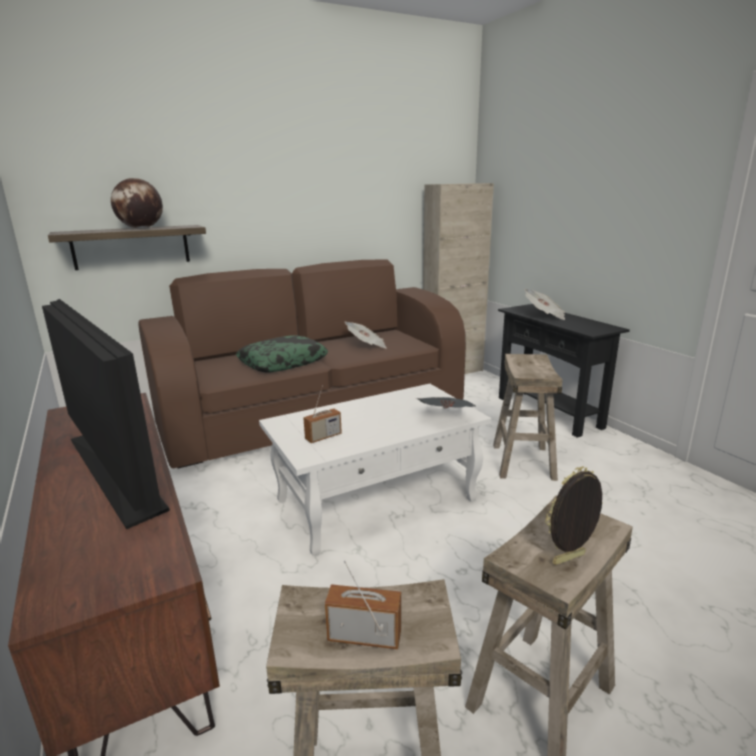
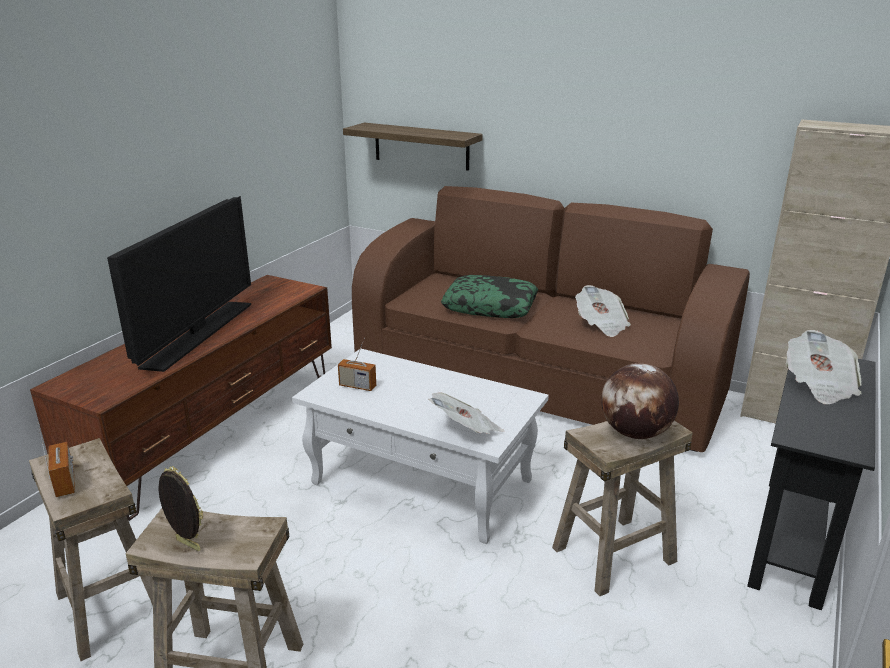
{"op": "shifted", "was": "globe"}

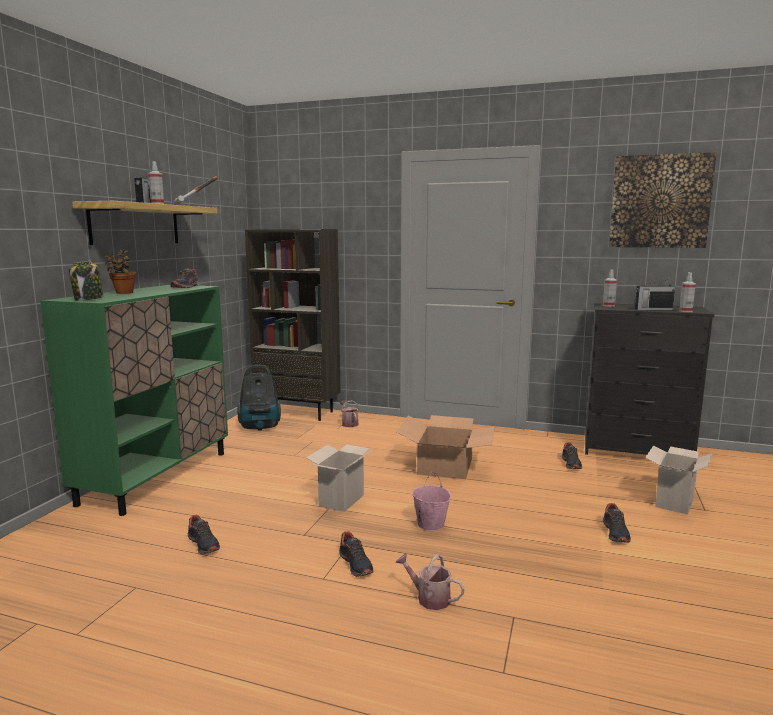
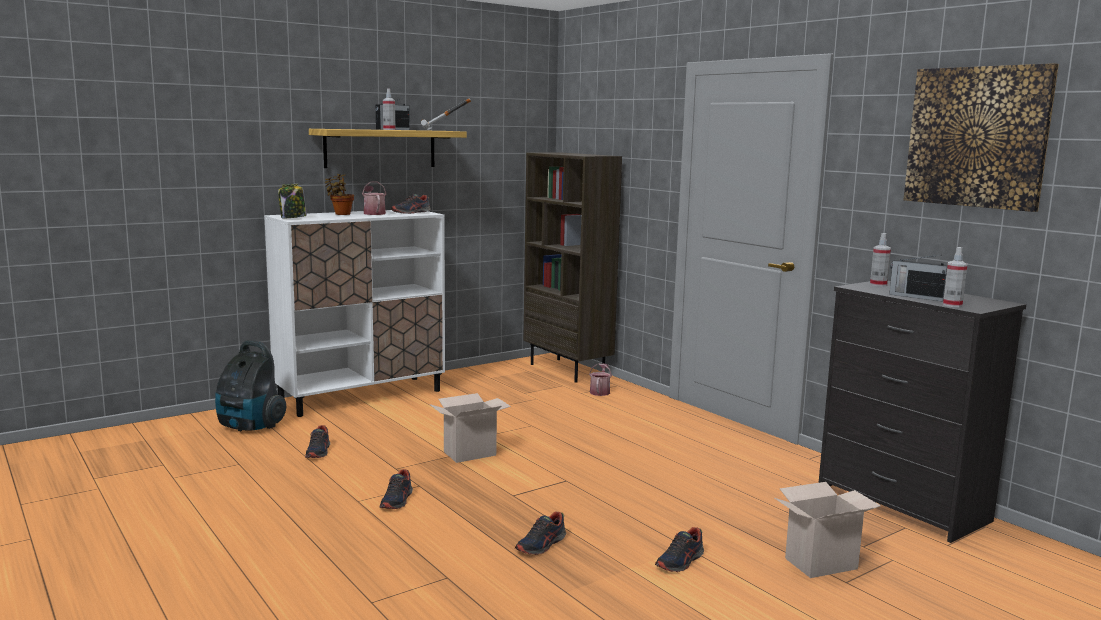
{"op": "gone", "was": "carton (no. 2 from left)"}
{"op": "gone", "was": "seau [rose]"}
{"op": "shifted", "was": "aspirateur"}
{"op": "shifted", "was": "arrosoir (no. 2 from left in the first image)", "now": "arrosoir (no. 1 from left)"}
{"op": "shifted", "was": "chaussure (no. 4 from left)"}
{"op": "repainted", "was": "meuble de rangement [vert]", "now": "meuble de rangement [blanc]"}

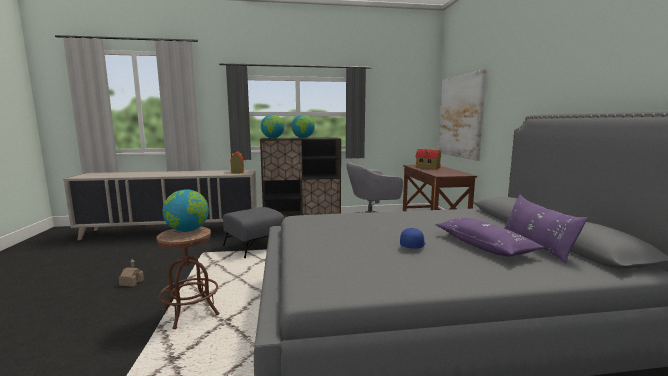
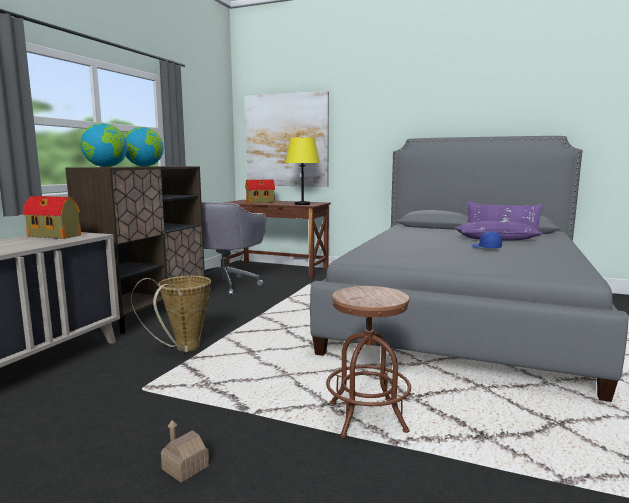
{"op": "gone", "was": "globe (no. 1 from left)"}
{"op": "new", "now": "lampe de table [jaune]"}
{"op": "swapped", "was": "pouf [gris]", "now": "panier"}

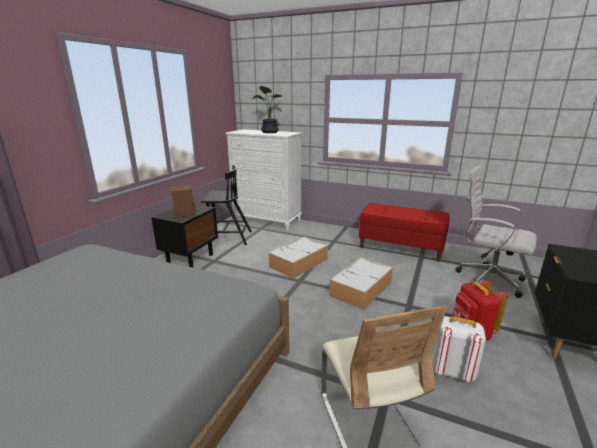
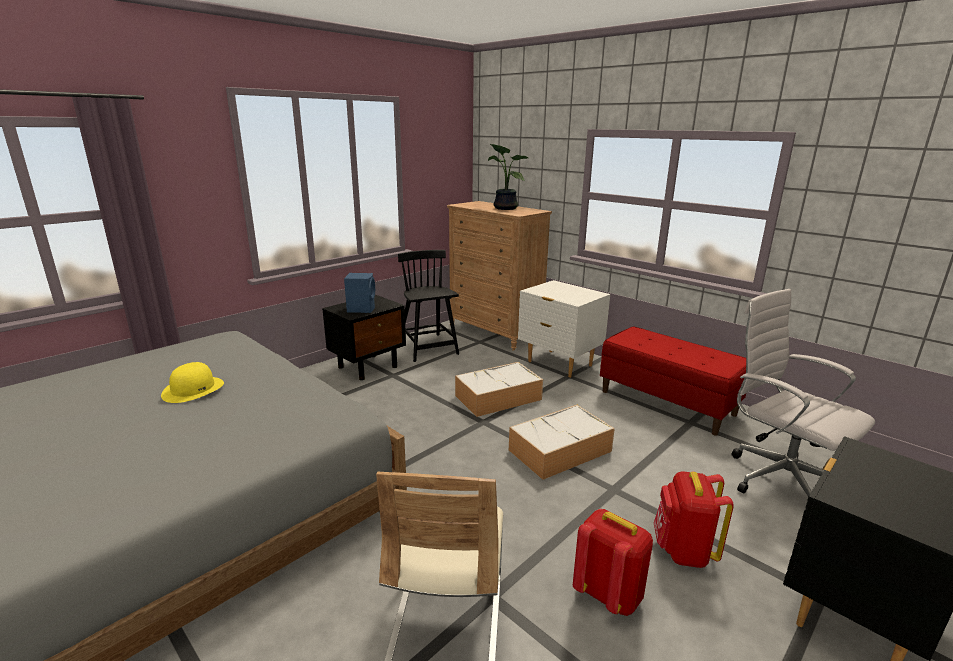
{"op": "new", "now": "chapeau [jaune]"}
{"op": "new", "now": "table de chevet [blanc]"}
{"op": "repainted", "was": "enceinte [marron]", "now": "enceinte [bleu]"}
{"op": "repainted", "was": "commode [blanc]", "now": "commode [marron]"}
{"op": "repainted", "was": "sac à dos [blanc]", "now": "sac à dos [rouge] (no. 1 from left)"}
{"op": "rotated", "was": "chaise [noir]", "clockwise": -135}

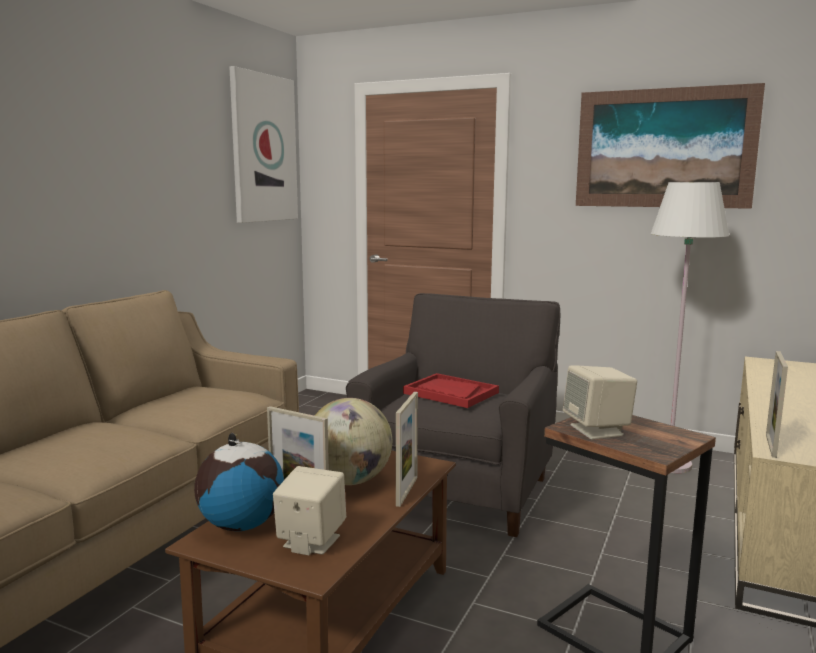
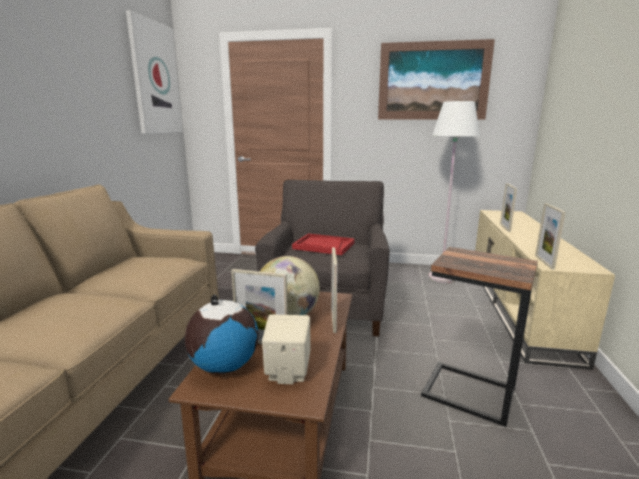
{"op": "gone", "was": "enceinte [beige] (no. 2 from left)"}
{"op": "new", "now": "cadre photo (no. 3 from left)"}

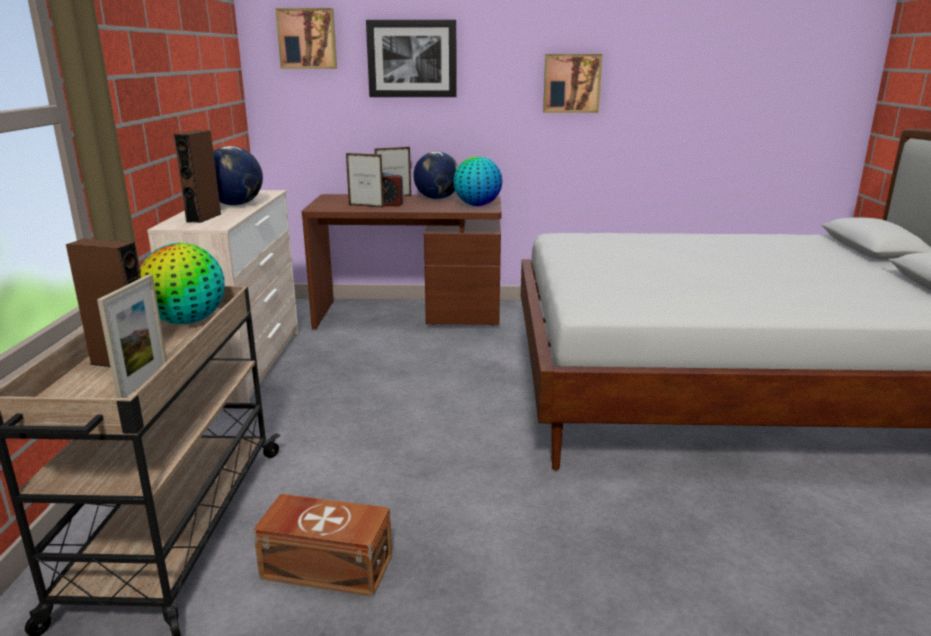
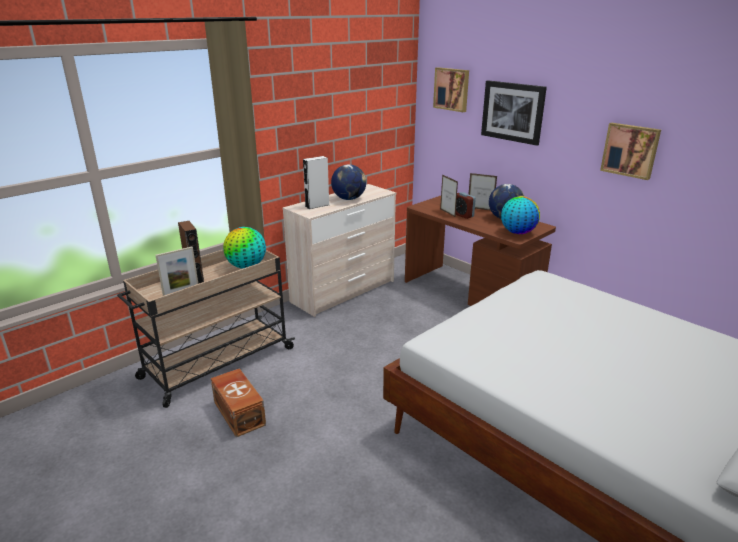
{"op": "repainted", "was": "enceinte [marron] (no. 2 from left)", "now": "enceinte [blanc]"}

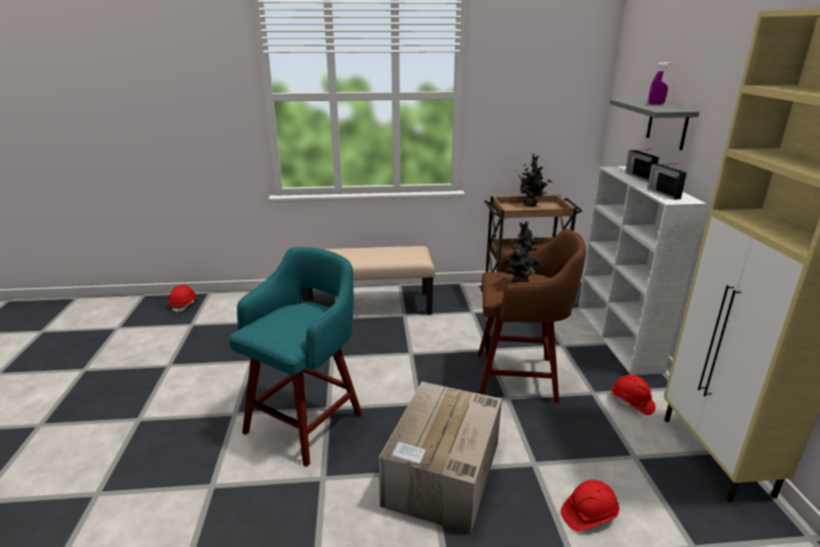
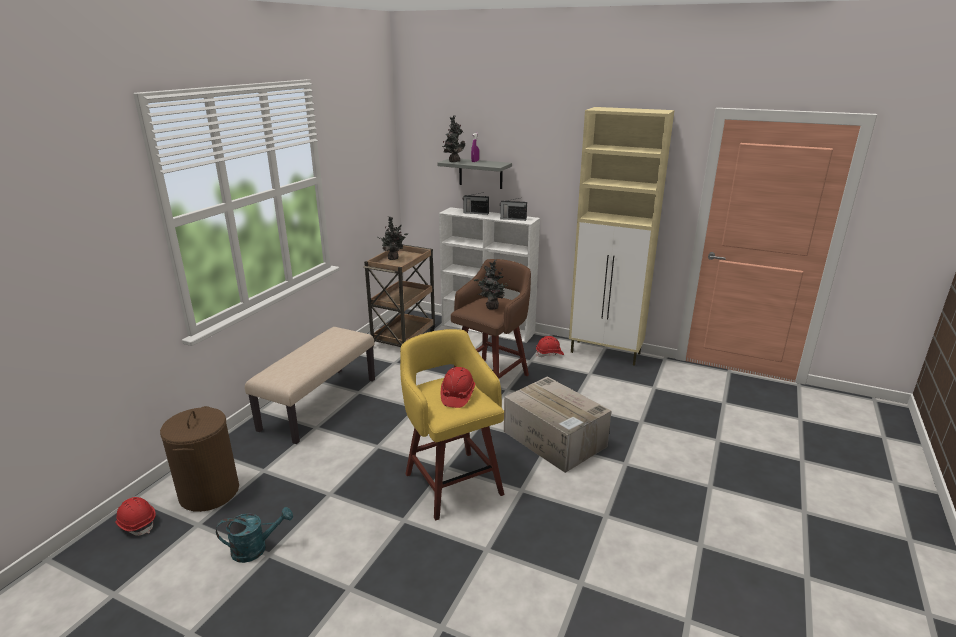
{"op": "new", "now": "panier à linge [marron]"}
{"op": "new", "now": "arrosoir [turquoise]"}
{"op": "new", "now": "plante en pot (no. 2 from left)"}
{"op": "shifted", "was": "casque de chantier [rouge] (no. 2 from left)"}
{"op": "repainted", "was": "tabouret [turquoise]", "now": "tabouret [jaune]"}

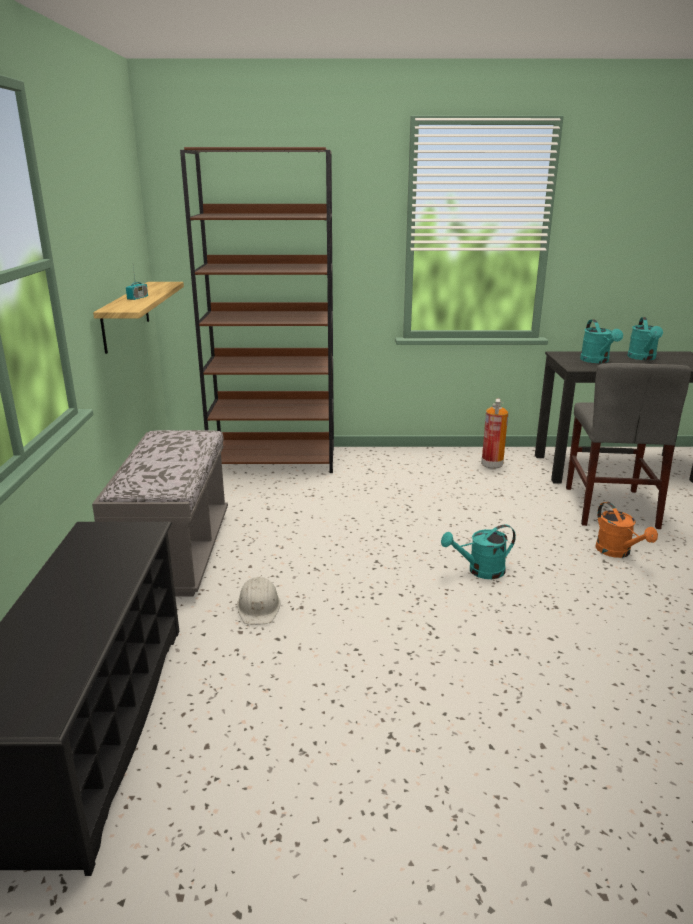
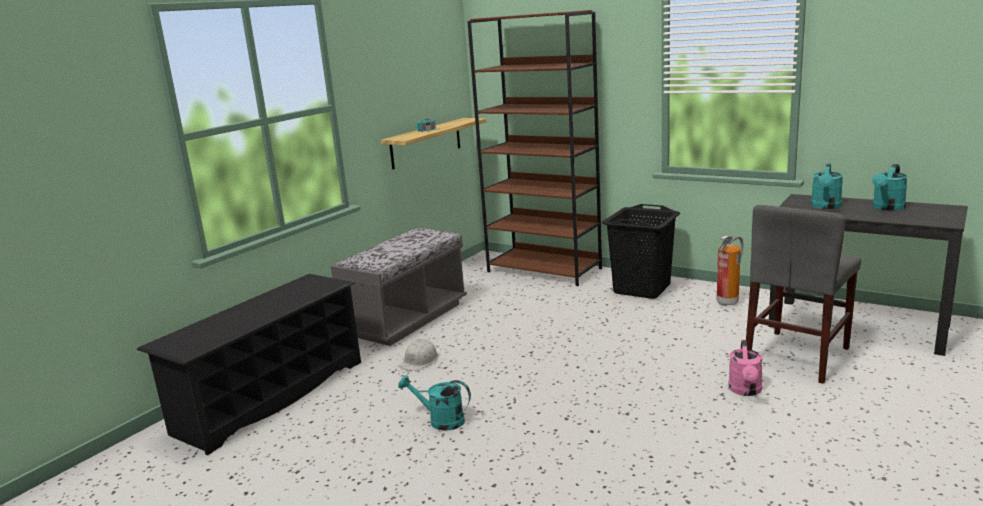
{"op": "new", "now": "panier à linge [noir]"}
{"op": "shifted", "was": "arrosoir [turquoise] (no. 1 from left)"}
{"op": "repainted", "was": "arrosoir [orange]", "now": "arrosoir [rose]"}

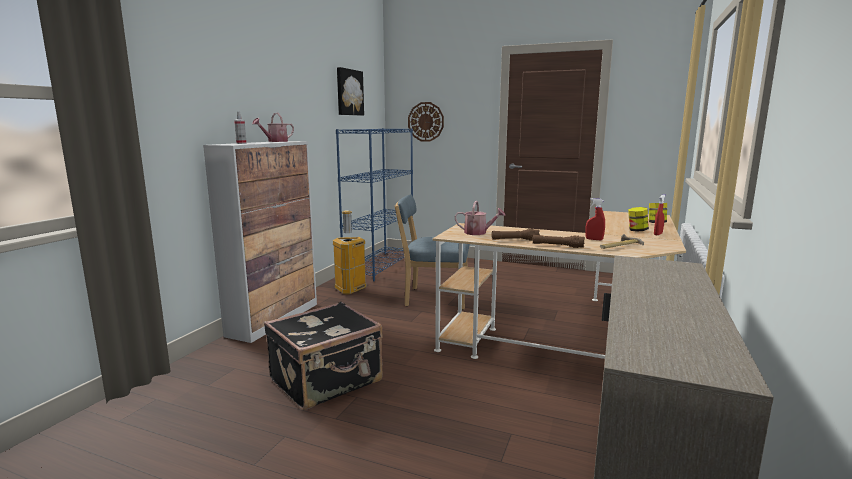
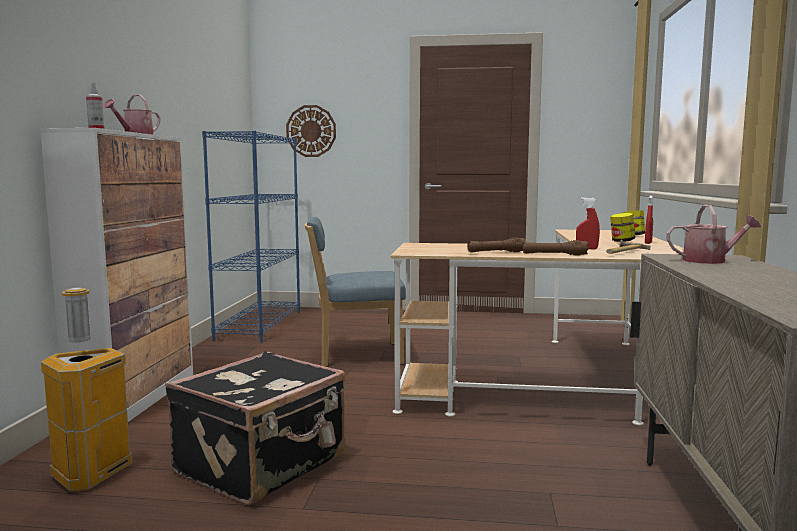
{"op": "gone", "was": "tableau"}
{"op": "shifted", "was": "poubelle"}
{"op": "shifted", "was": "arrosoir (no. 2 from left)"}

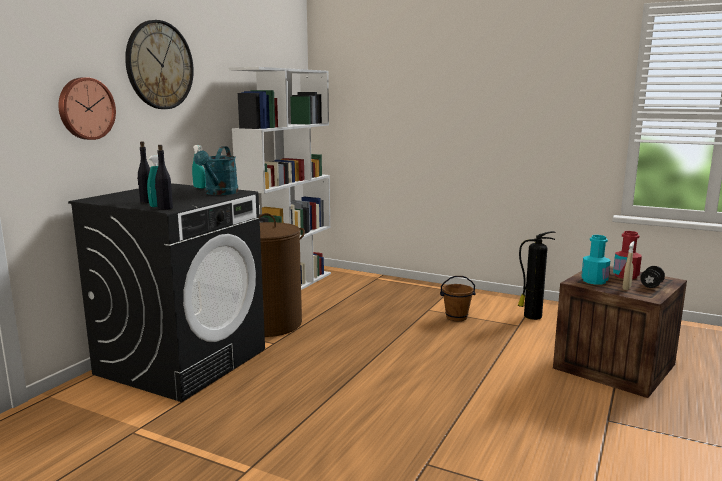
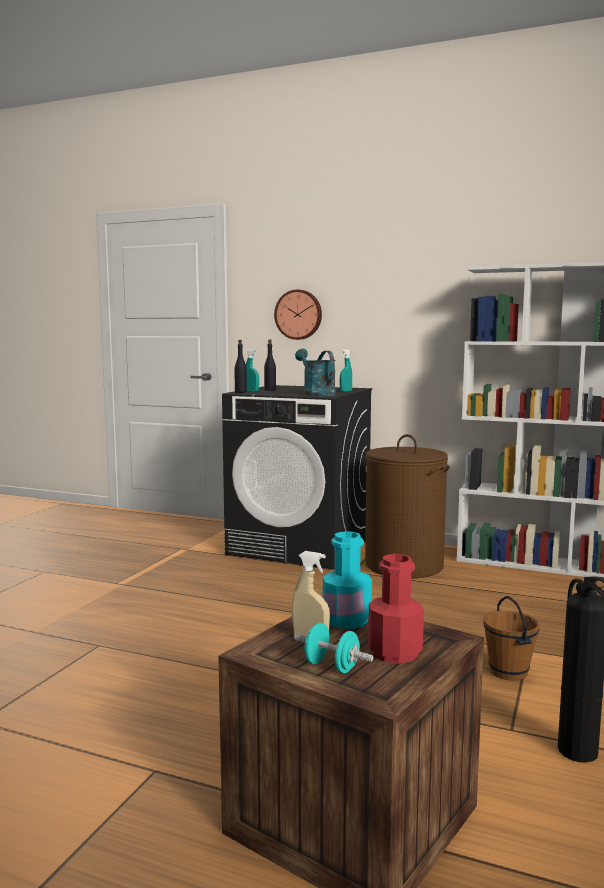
{"op": "gone", "was": "horloge murale (no. 2 from left)"}
{"op": "repainted", "was": "haltère [noir]", "now": "haltère [turquoise]"}
{"op": "rotated", "was": "arrosoir [turquoise]", "clockwise": 60}

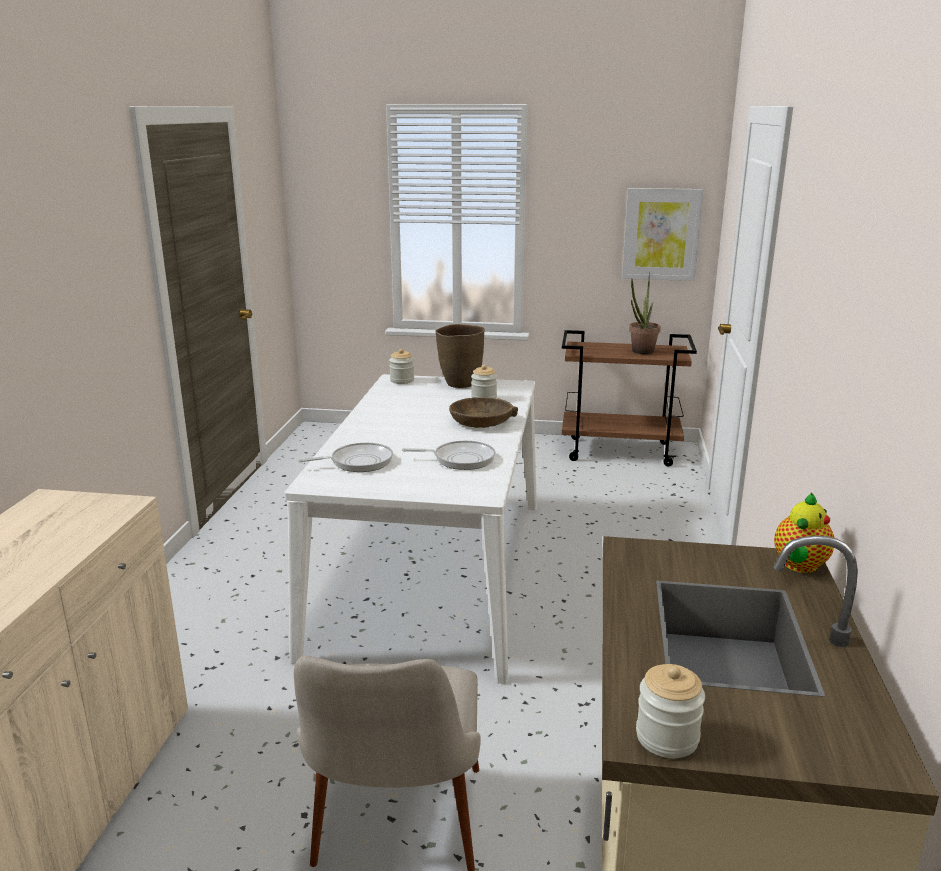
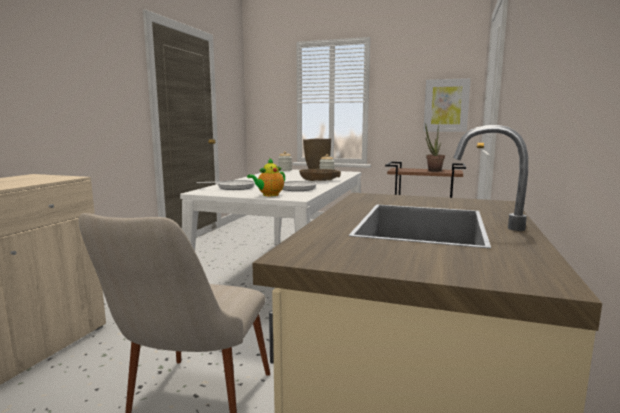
{"op": "gone", "was": "bocal (no. 3 from left)"}
{"op": "shifted", "was": "théière"}

